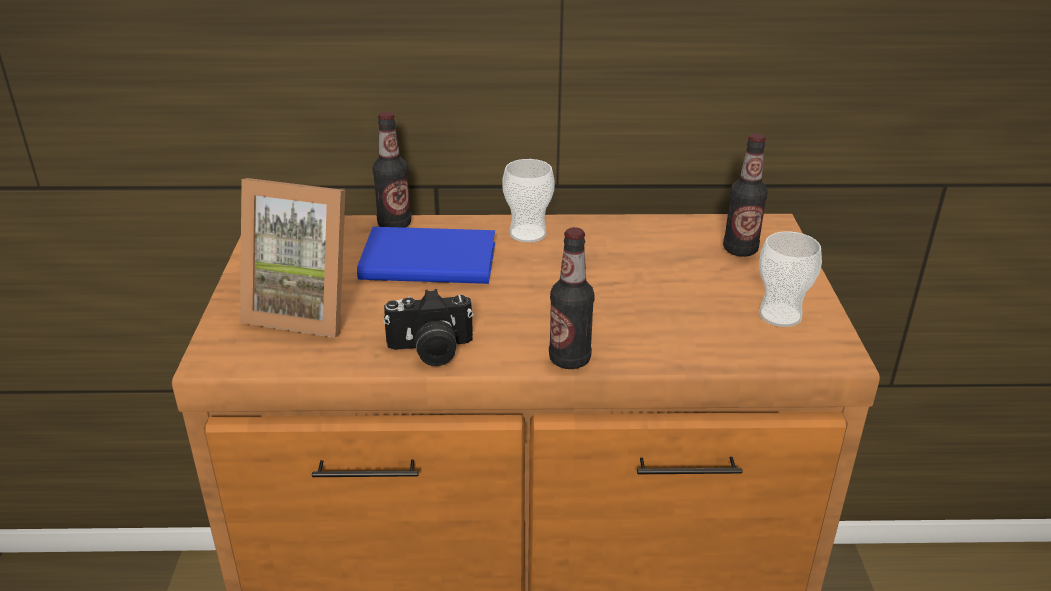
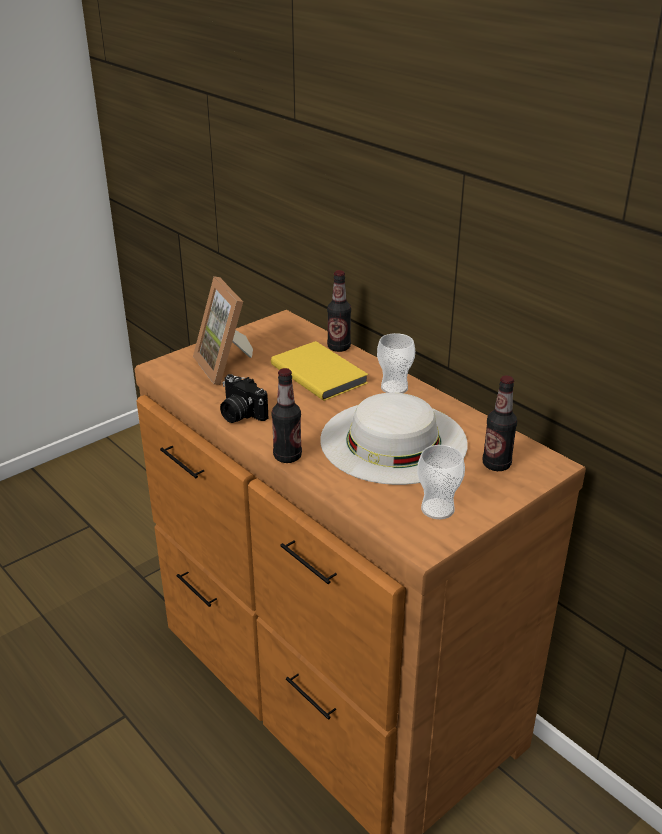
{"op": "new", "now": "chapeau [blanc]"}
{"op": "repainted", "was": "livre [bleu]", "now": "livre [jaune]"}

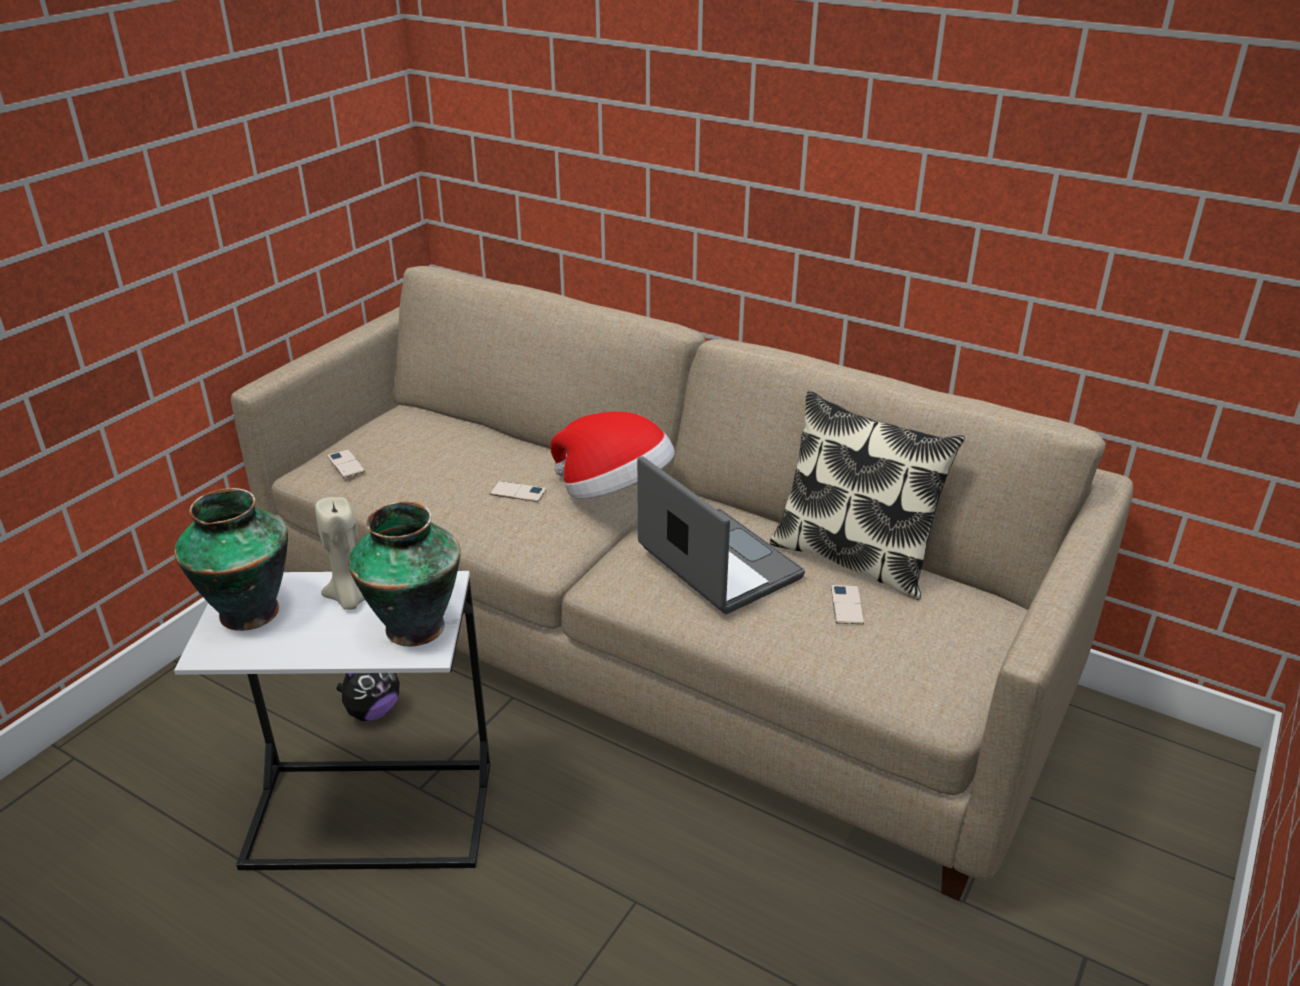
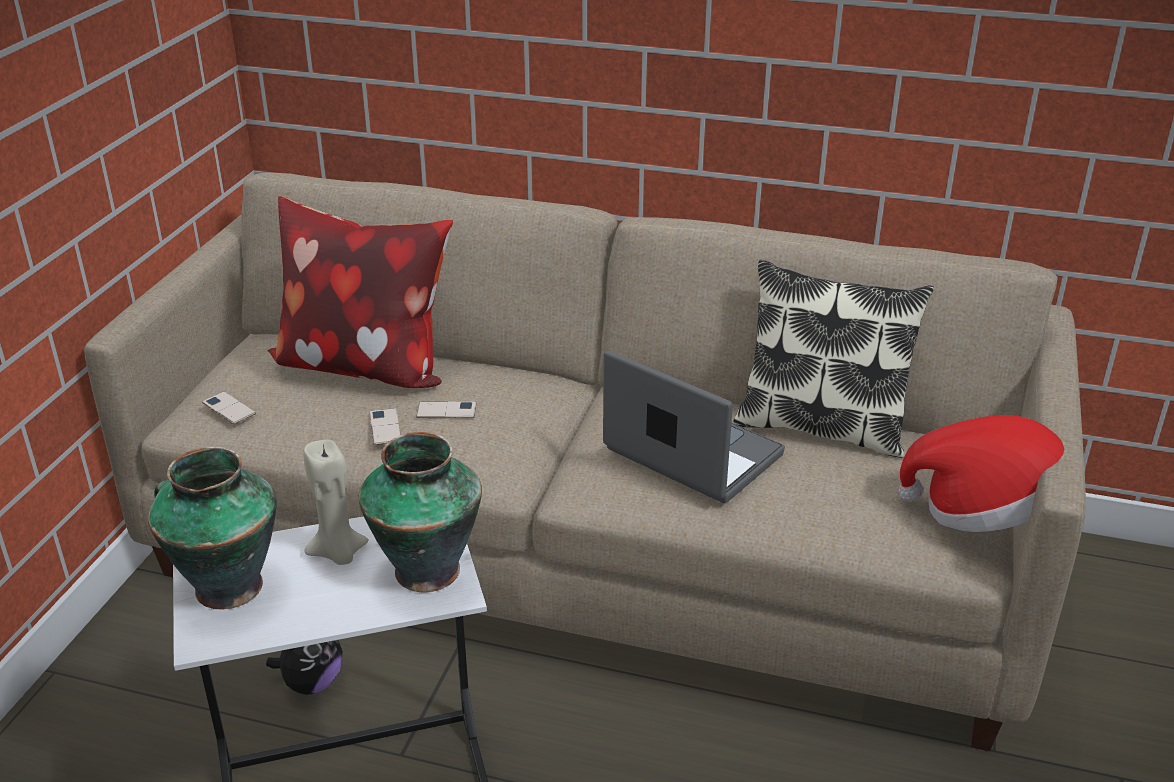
{"op": "new", "now": "coussin (no. 1 from left)"}
{"op": "shifted", "was": "chapeau"}
{"op": "shifted", "was": "téléphone (no. 3 from left in the first image)", "now": "téléphone (no. 2 from left)"}

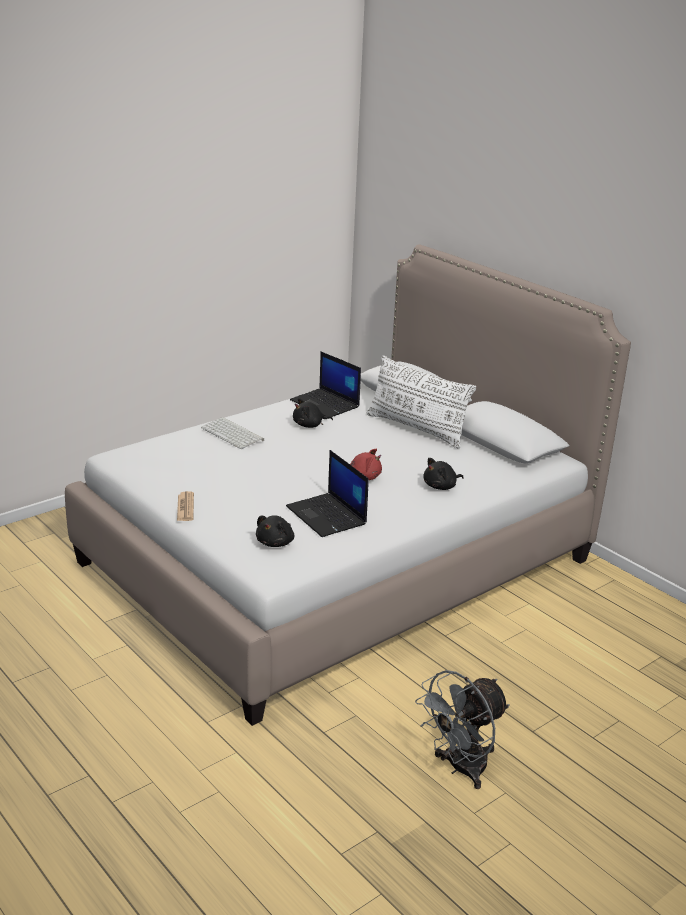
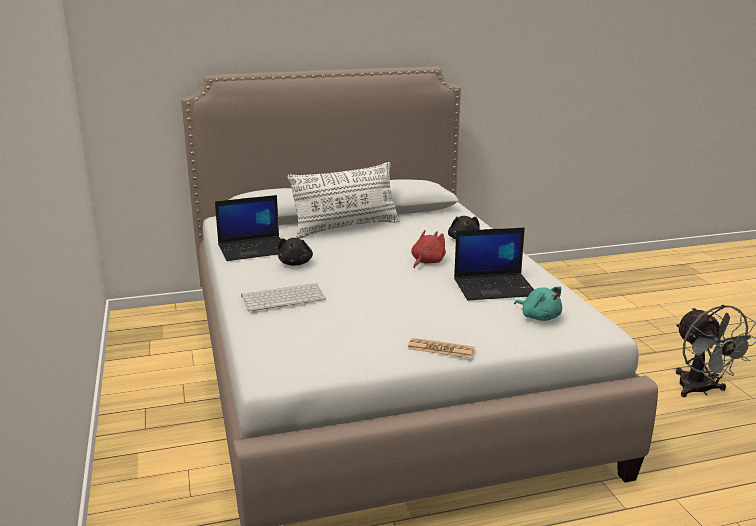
{"op": "repainted", "was": "peluche [noir] (no. 1 from left)", "now": "peluche [turquoise]"}

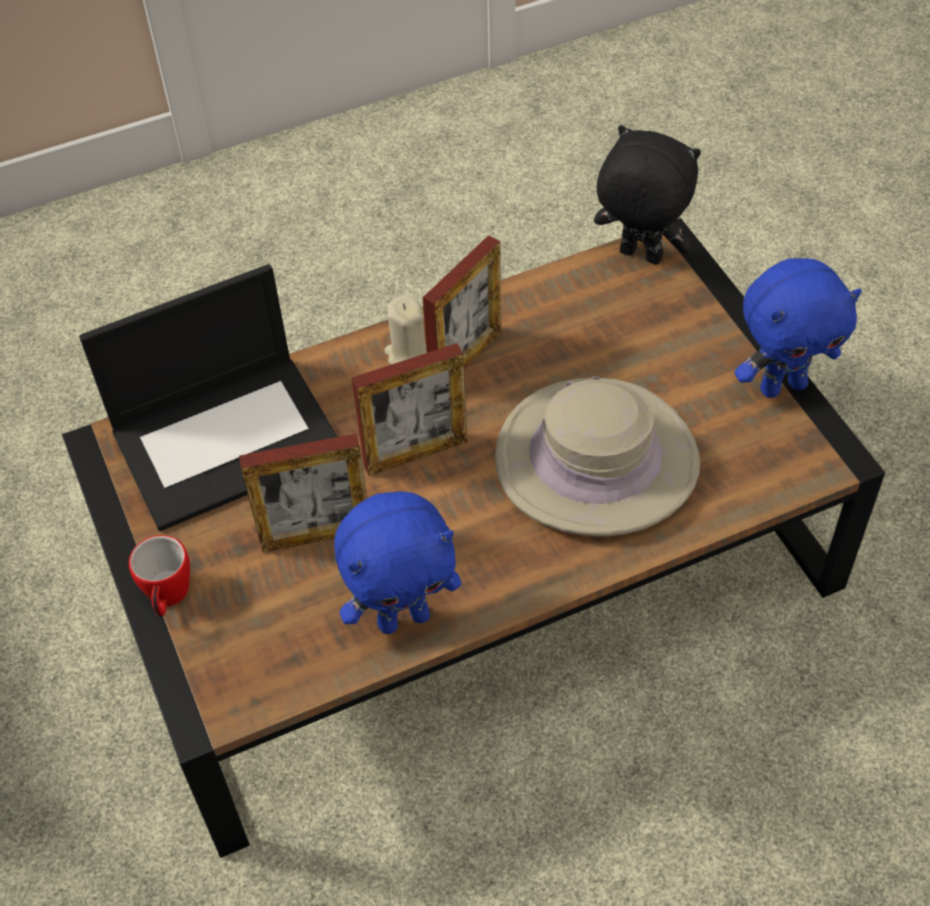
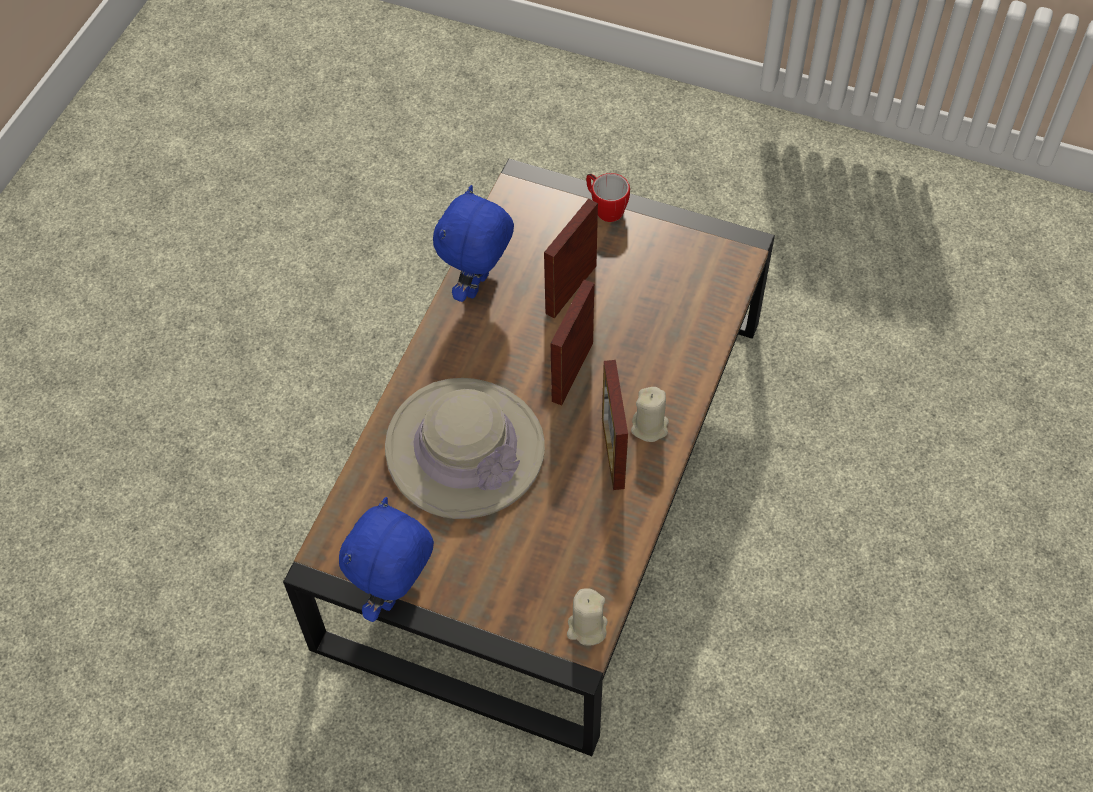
{"op": "gone", "was": "ordinateur portable"}
{"op": "swapped", "was": "peluche [noir]", "now": "bougie [beige] (no. 1 from left)"}

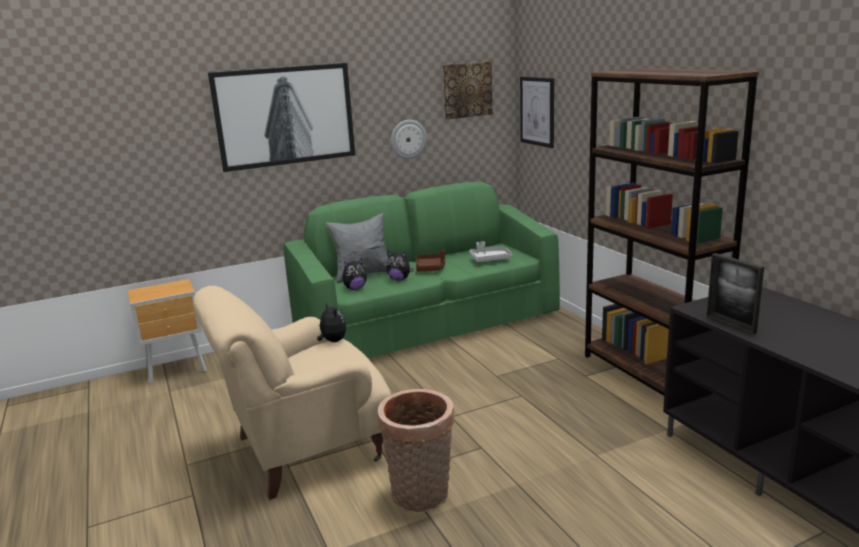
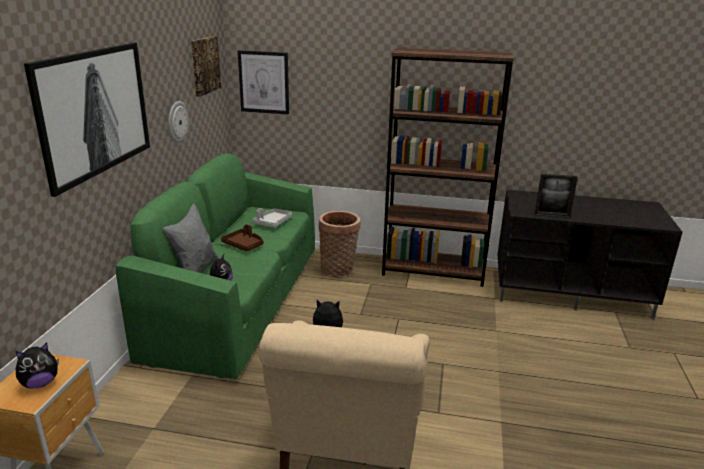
{"op": "shifted", "was": "panier"}
{"op": "shifted", "was": "peluche (no. 3 from left in the first image)", "now": "peluche (no. 1 from left)"}

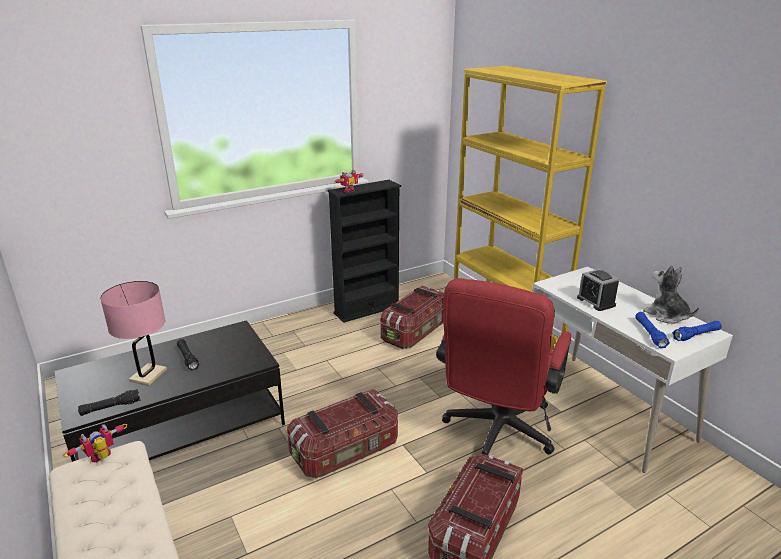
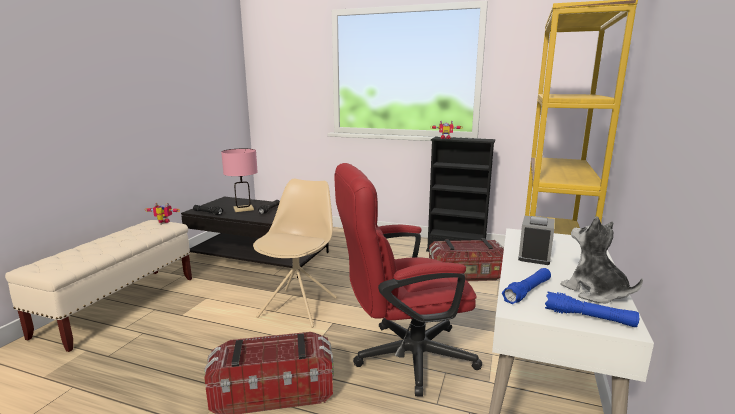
{"op": "swapped", "was": "boîte de rangement (no. 1 from left)", "now": "chaise [beige]"}
{"op": "rotated", "was": "peluche", "clockwise": -45}

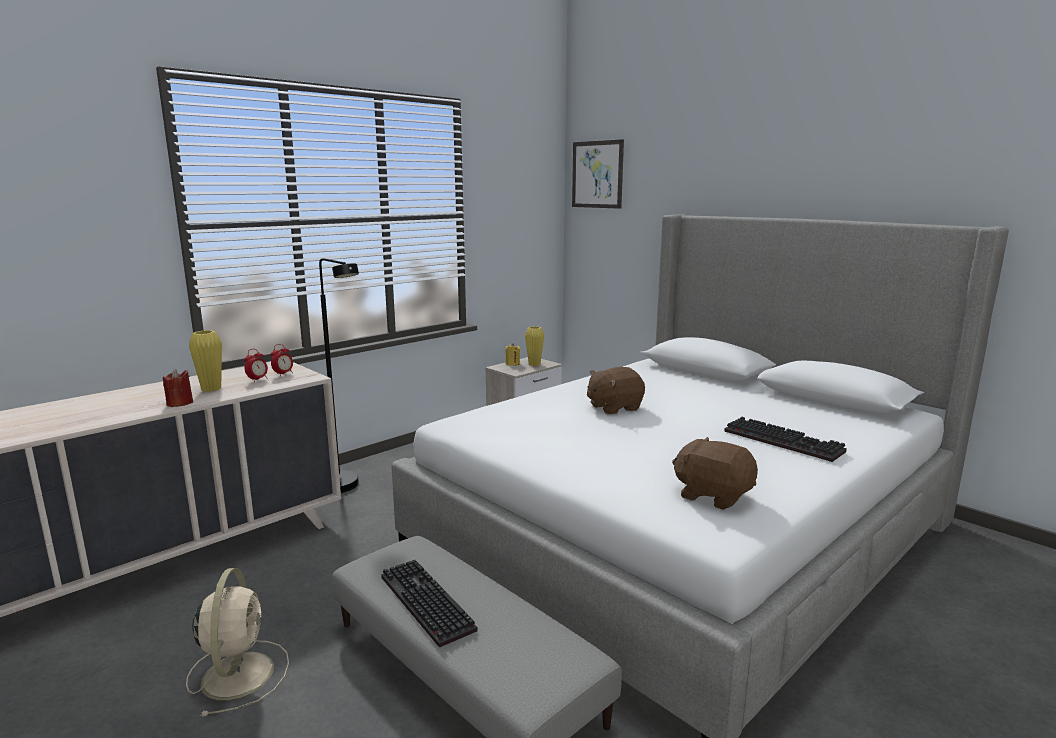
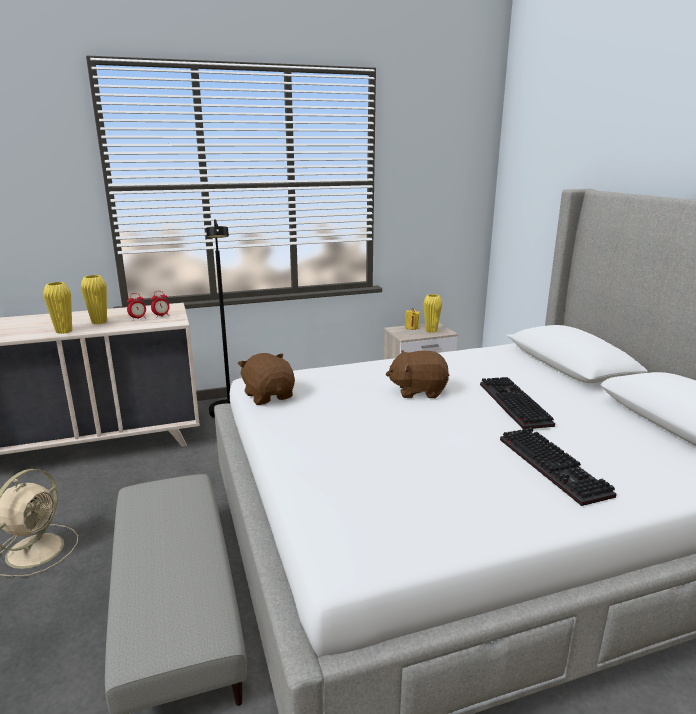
{"op": "gone", "was": "tableau"}
{"op": "shifted", "was": "clavier (no. 1 from left)"}
{"op": "shifted", "was": "peluche [marron] (no. 2 from left in the first image)", "now": "peluche [marron] (no. 1 from left)"}
{"op": "swapped", "was": "bougie [rouge]", "now": "vase [jaune] (no. 1 from left)"}

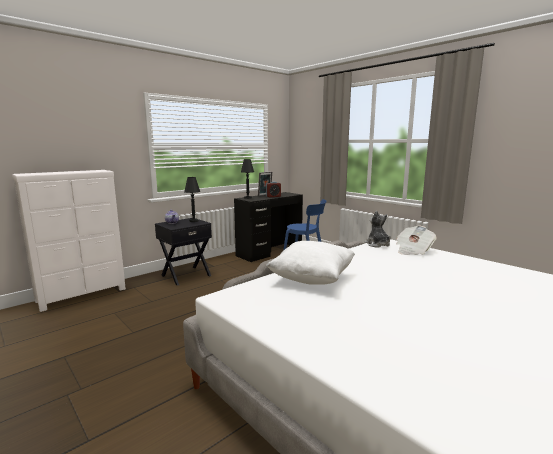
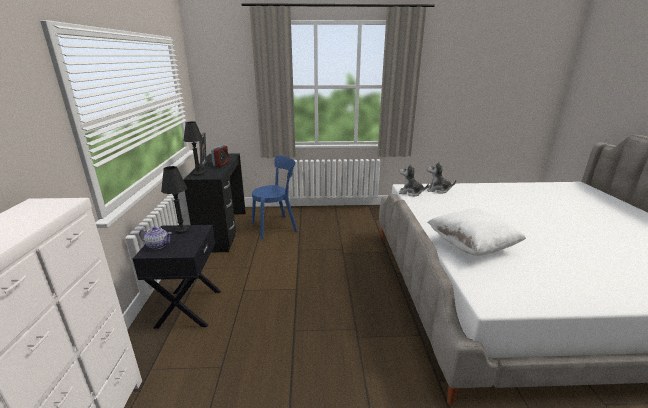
{"op": "swapped", "was": "journal", "now": "peluche (no. 2 from left)"}

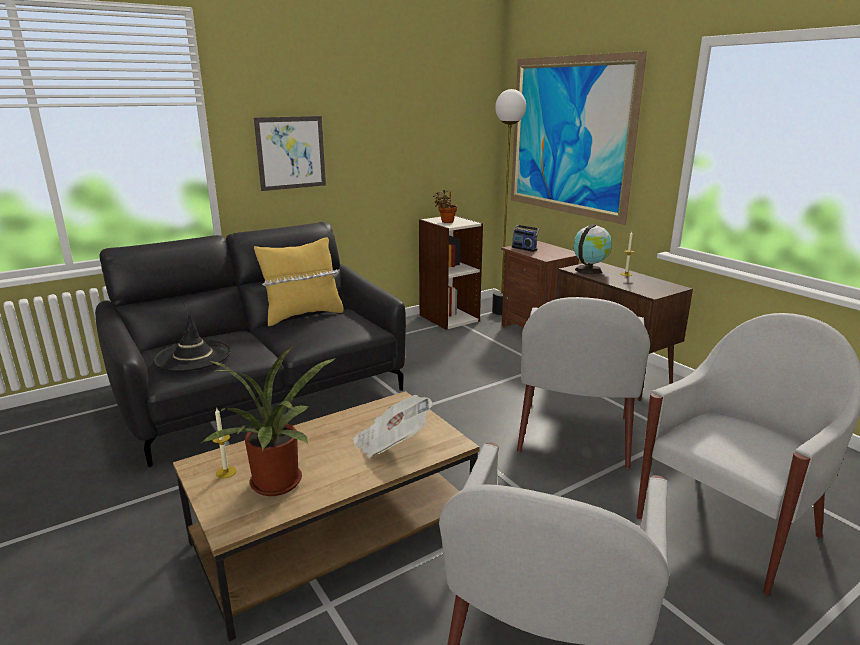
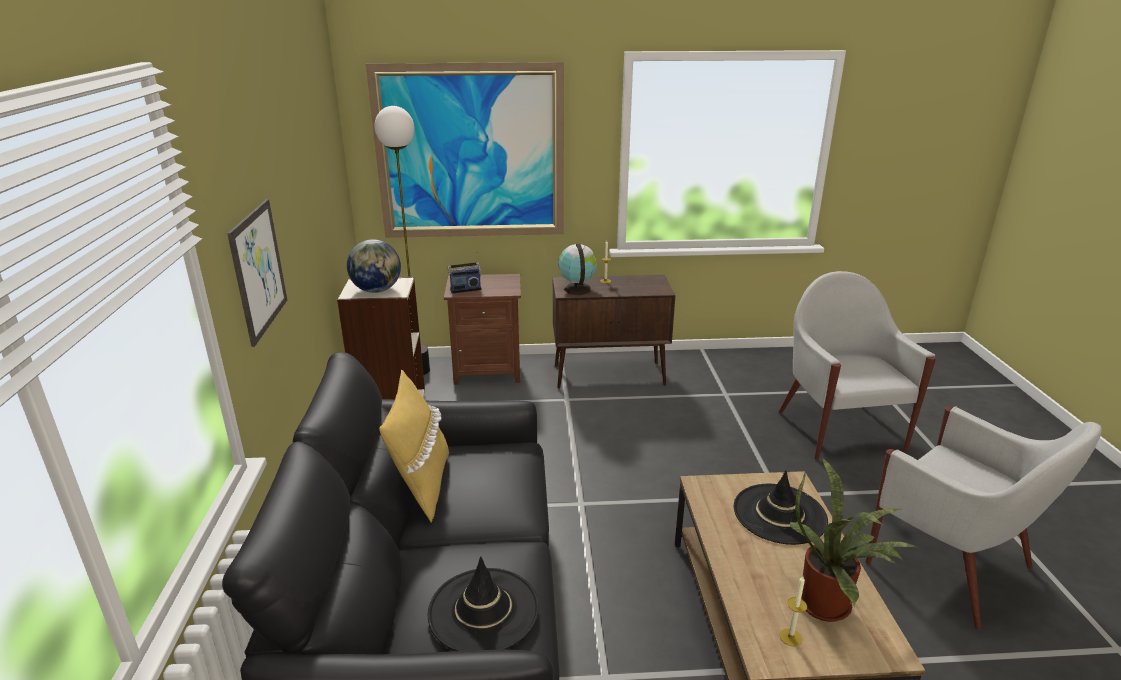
{"op": "gone", "was": "fauteuil [blanc] (no. 2 from left)"}
{"op": "swapped", "was": "journal", "now": "chapeau [noir] (no. 2 from left)"}
{"op": "swapped", "was": "plante en pot (no. 2 from left)", "now": "globe (no. 1 from left)"}

